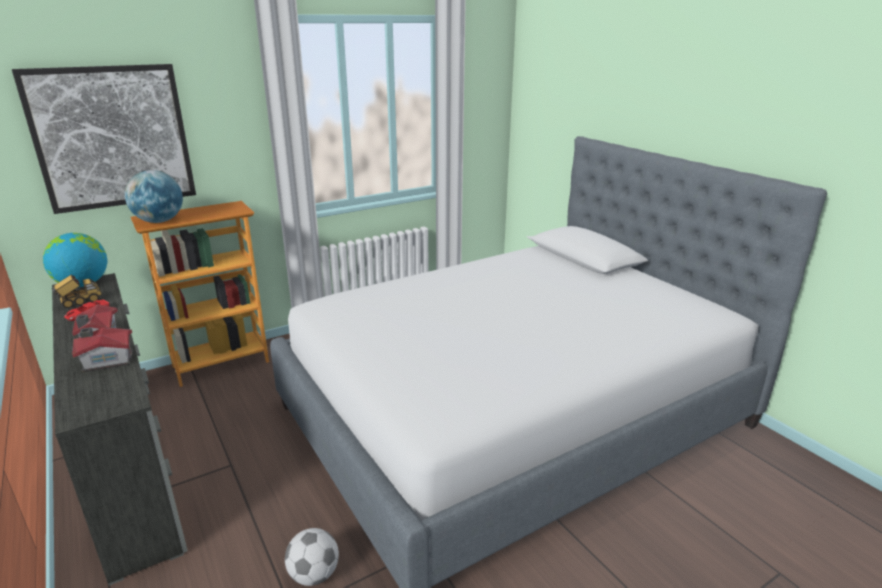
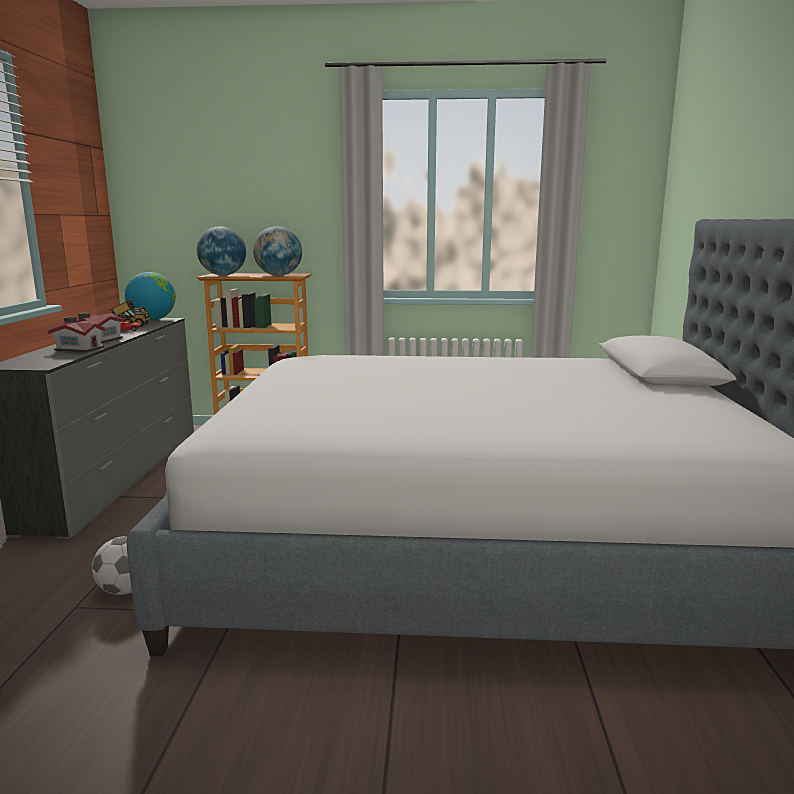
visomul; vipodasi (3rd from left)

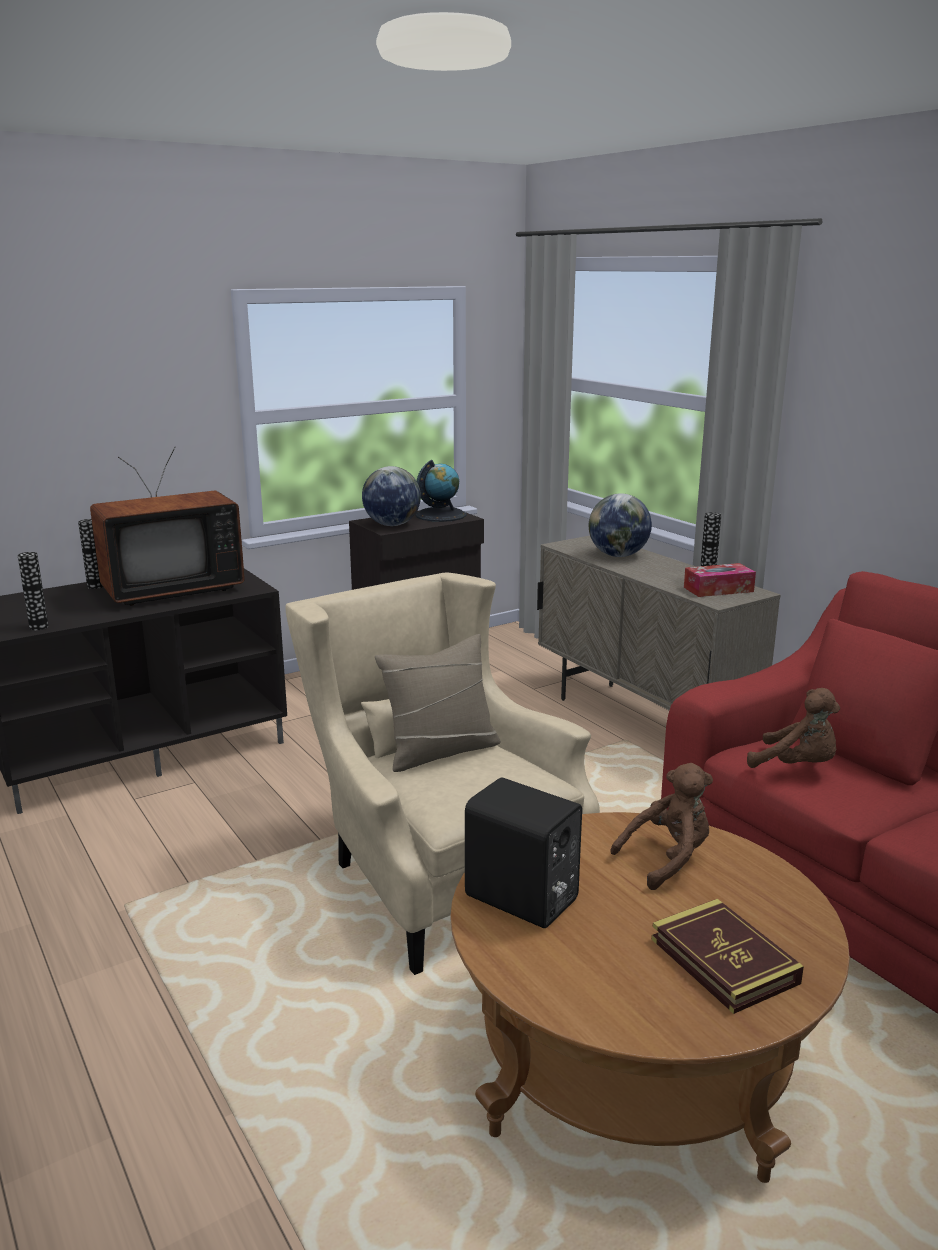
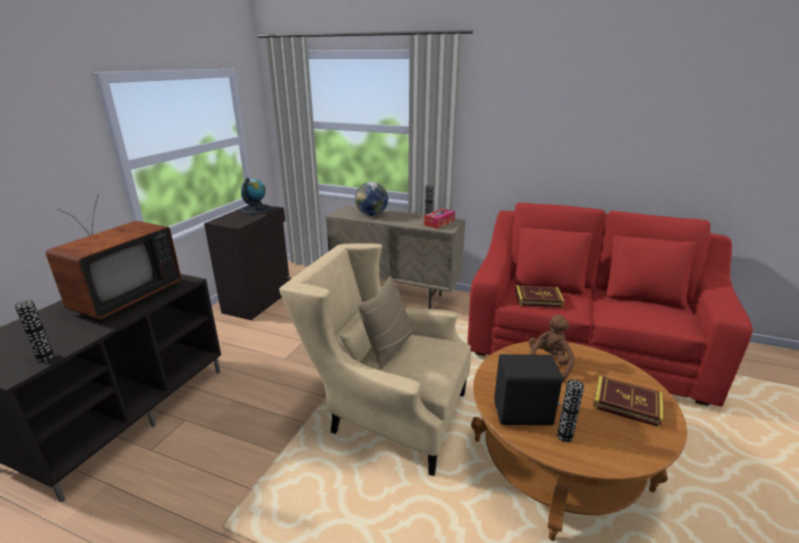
vipodasi (1st from left in the first image); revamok (3rd from left); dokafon (1st from left)

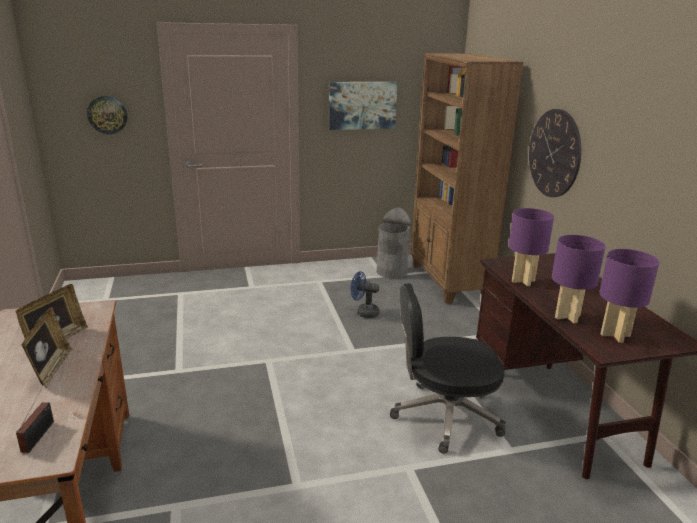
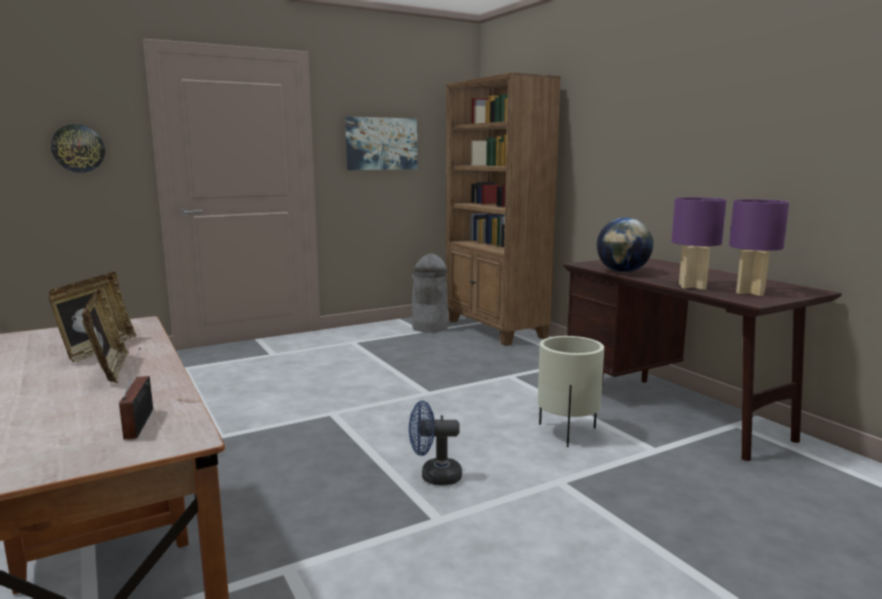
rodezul (2nd from left in the first image); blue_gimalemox; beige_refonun; vipodasi

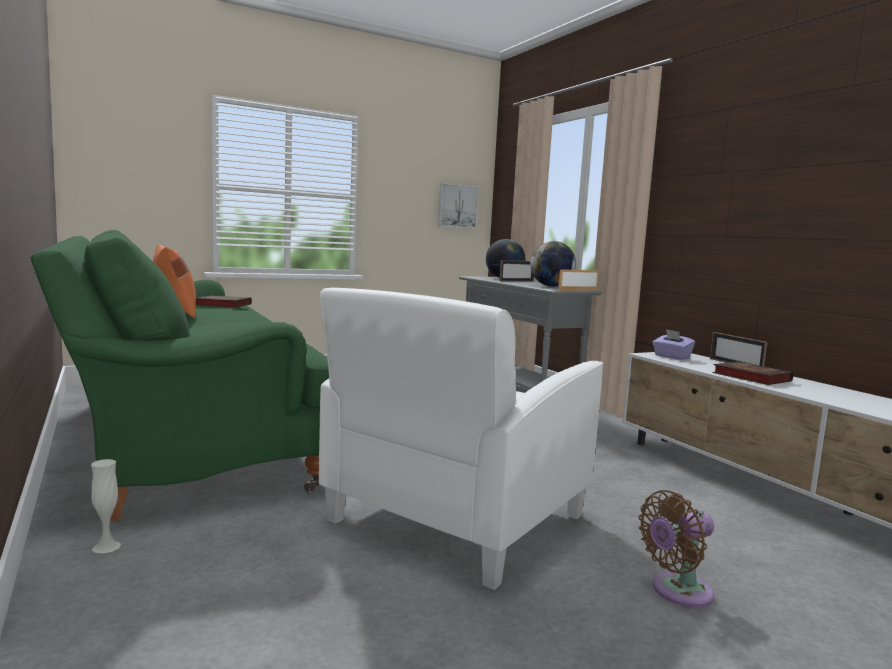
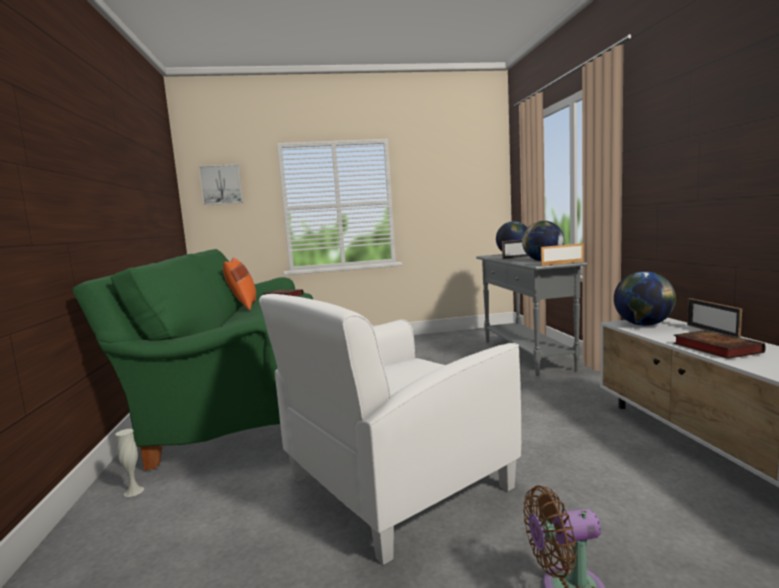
visomul; vipodasi (3rd from left)

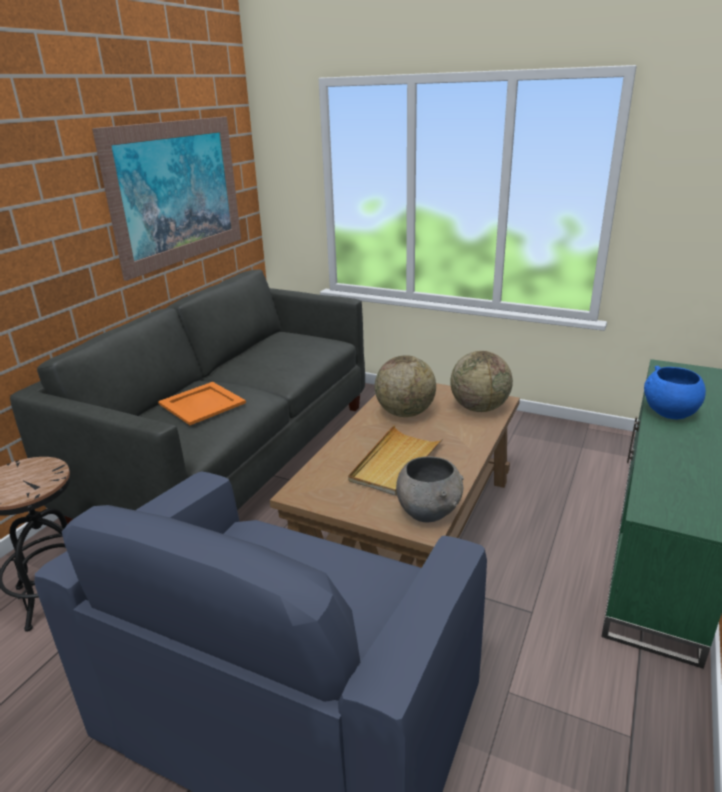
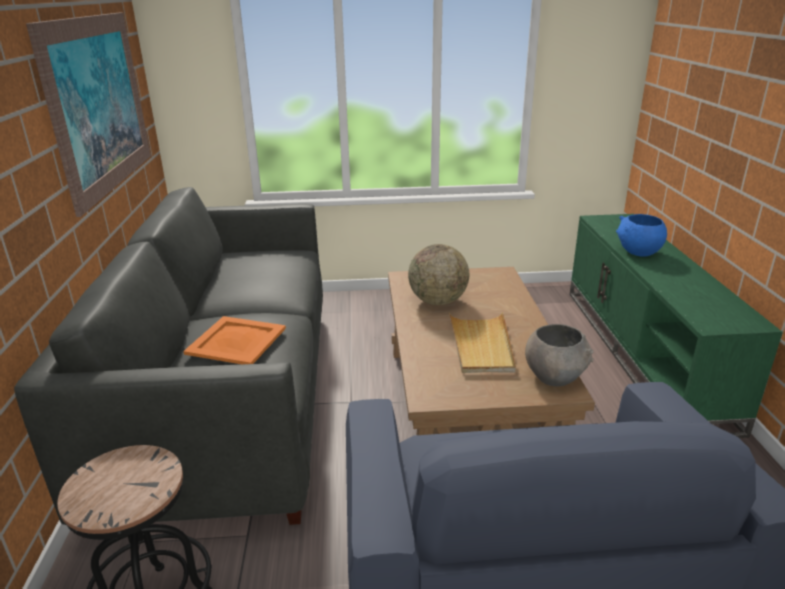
vipodasi (2nd from left in the first image)

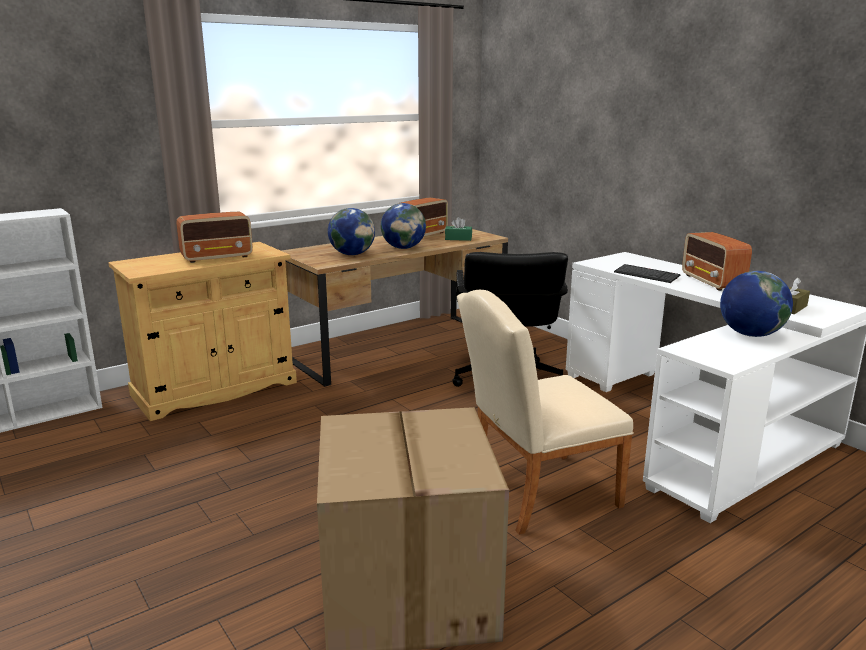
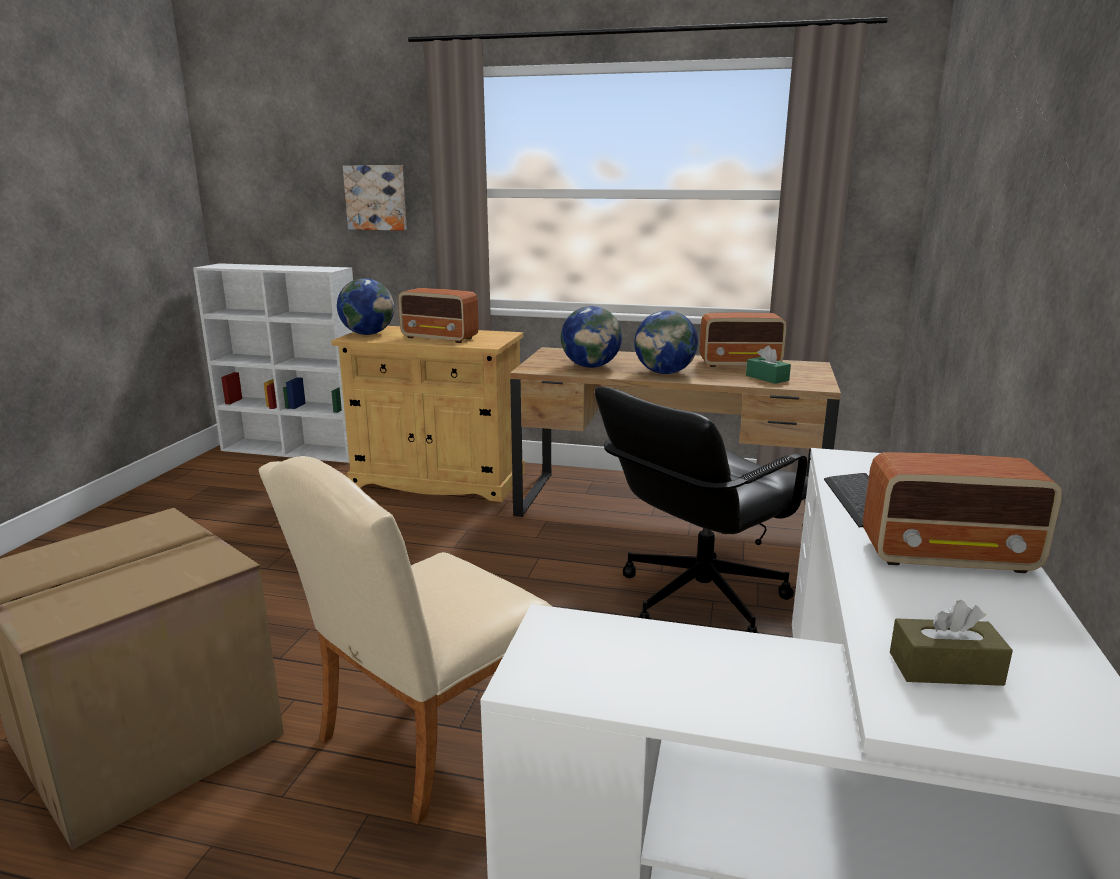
visomul; vipodasi (1st from left); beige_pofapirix; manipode (3rd from left)

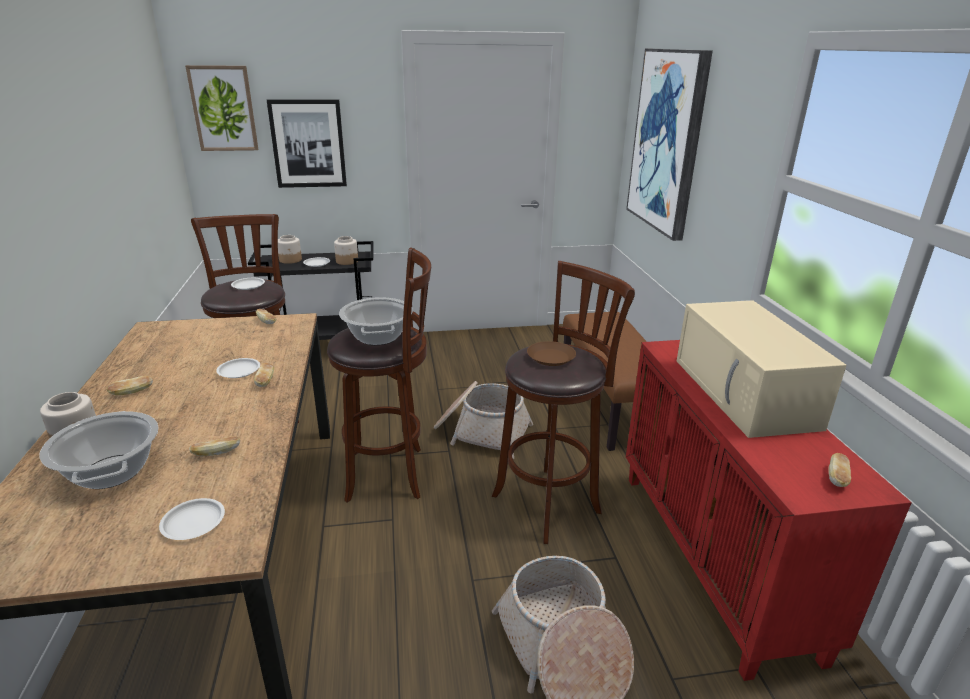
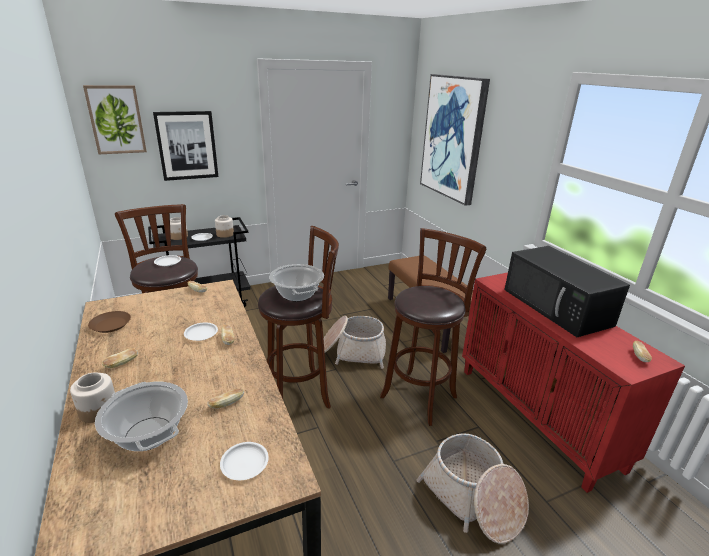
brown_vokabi; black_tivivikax

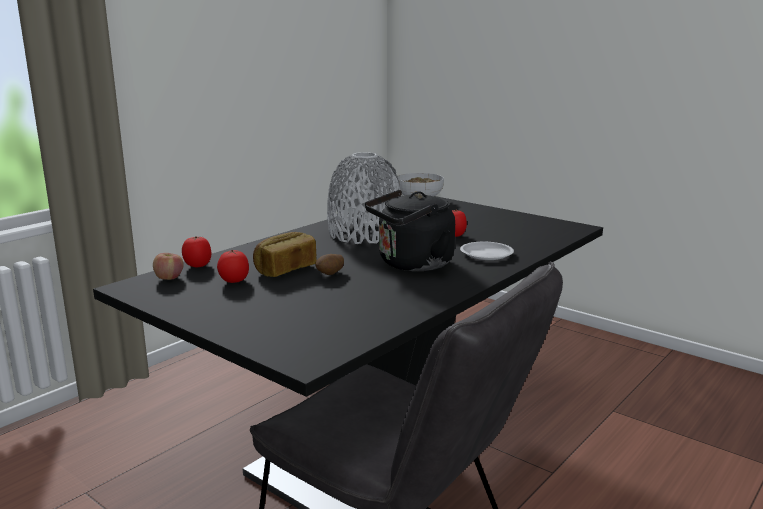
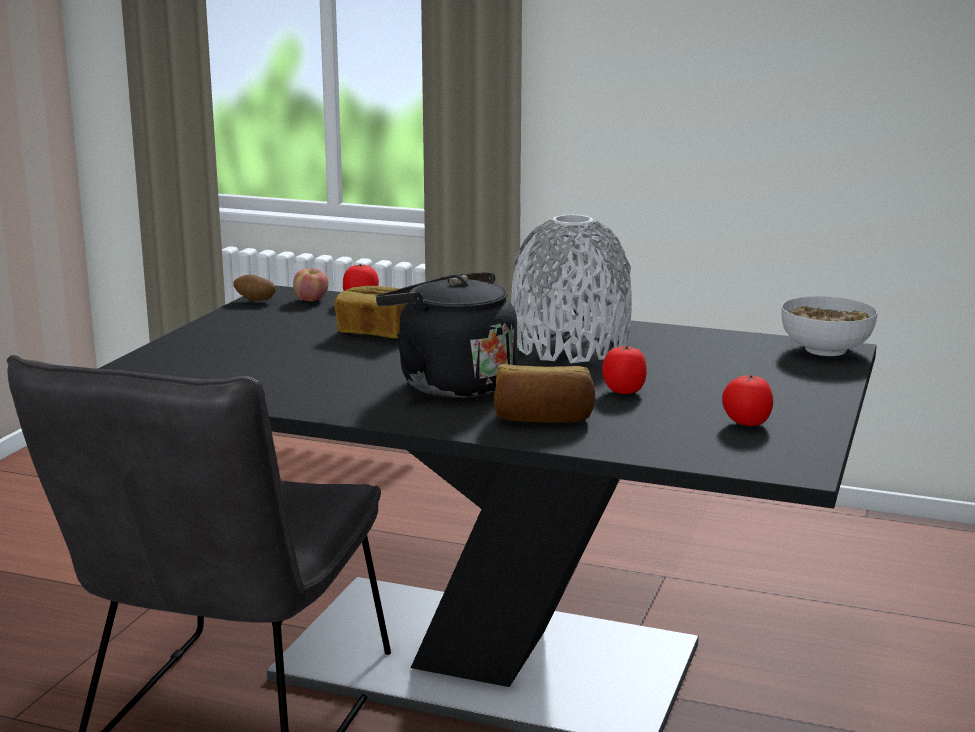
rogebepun (3rd from left); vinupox; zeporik (2nd from left)

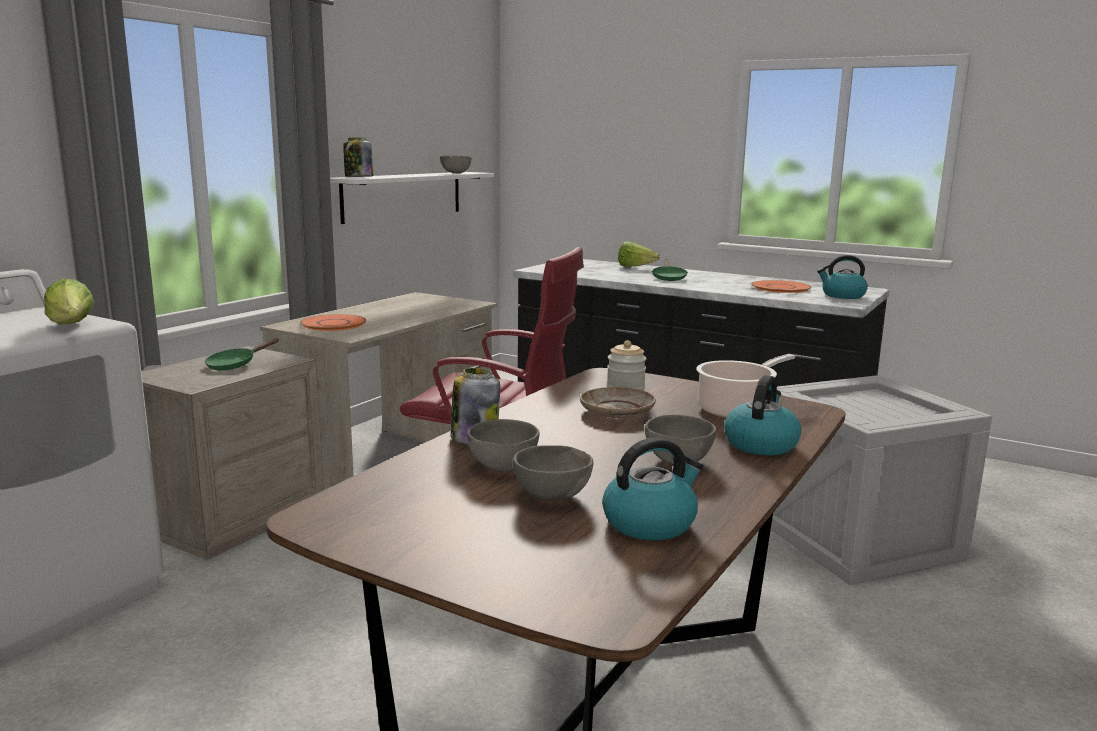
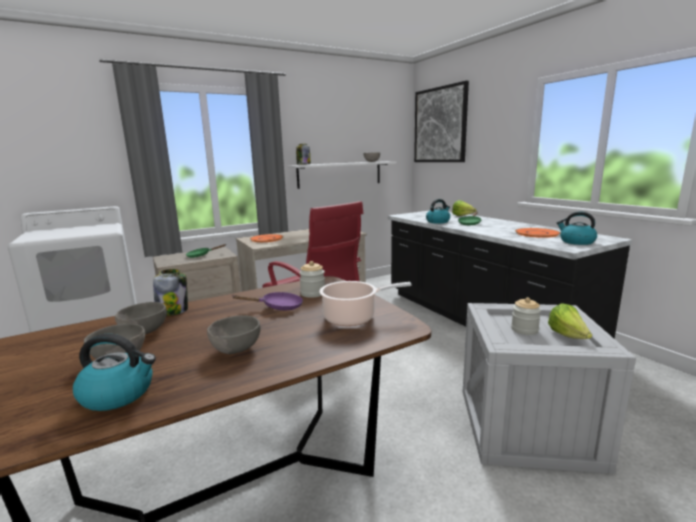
visomul; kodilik (4th from left); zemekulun (2nd from left); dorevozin (2nd from left); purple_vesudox

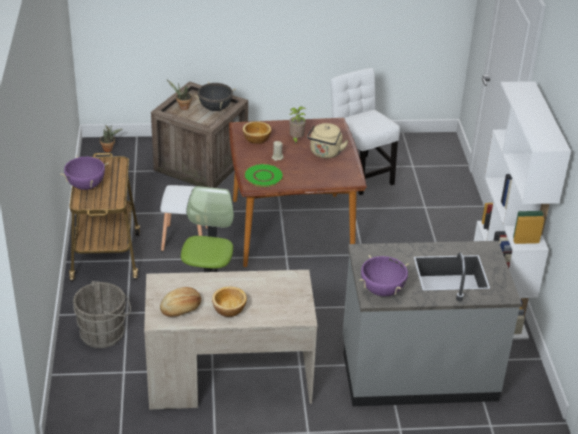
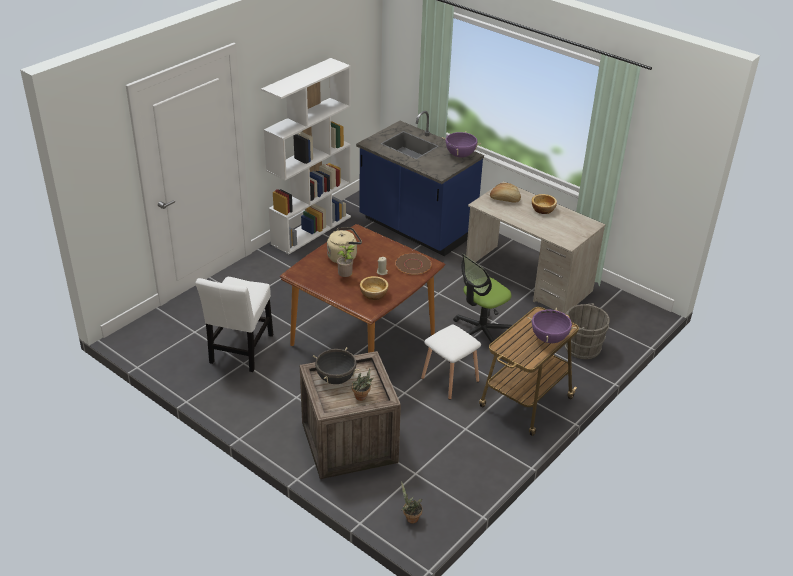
zeporik; brown_vokabi; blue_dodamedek

